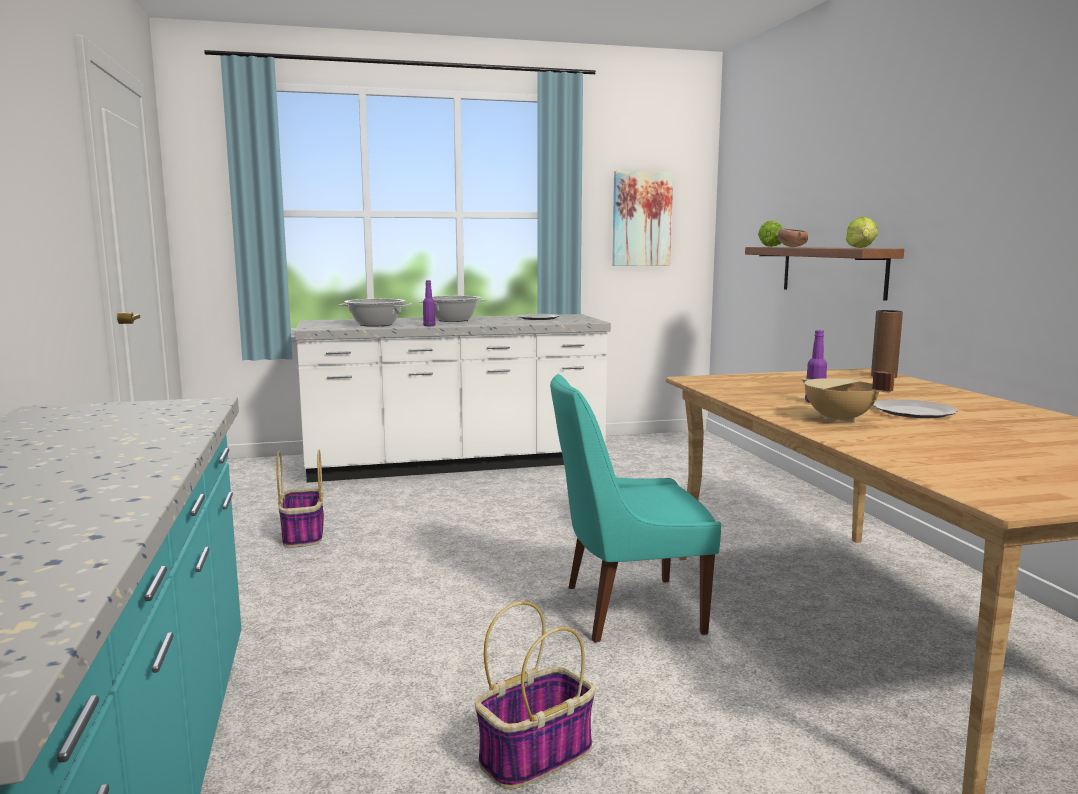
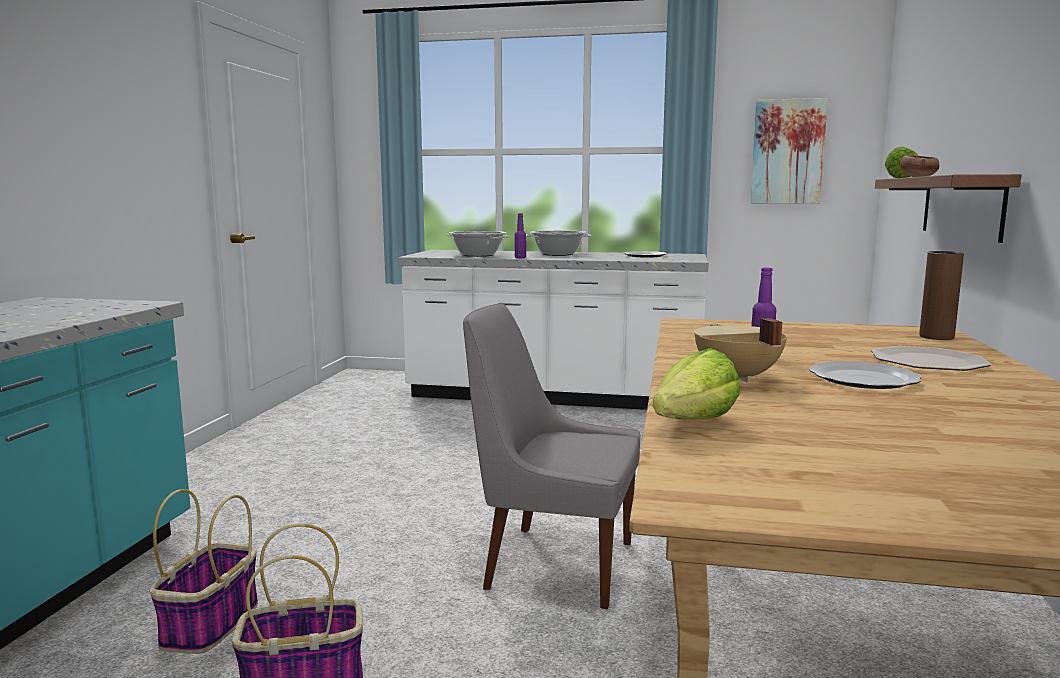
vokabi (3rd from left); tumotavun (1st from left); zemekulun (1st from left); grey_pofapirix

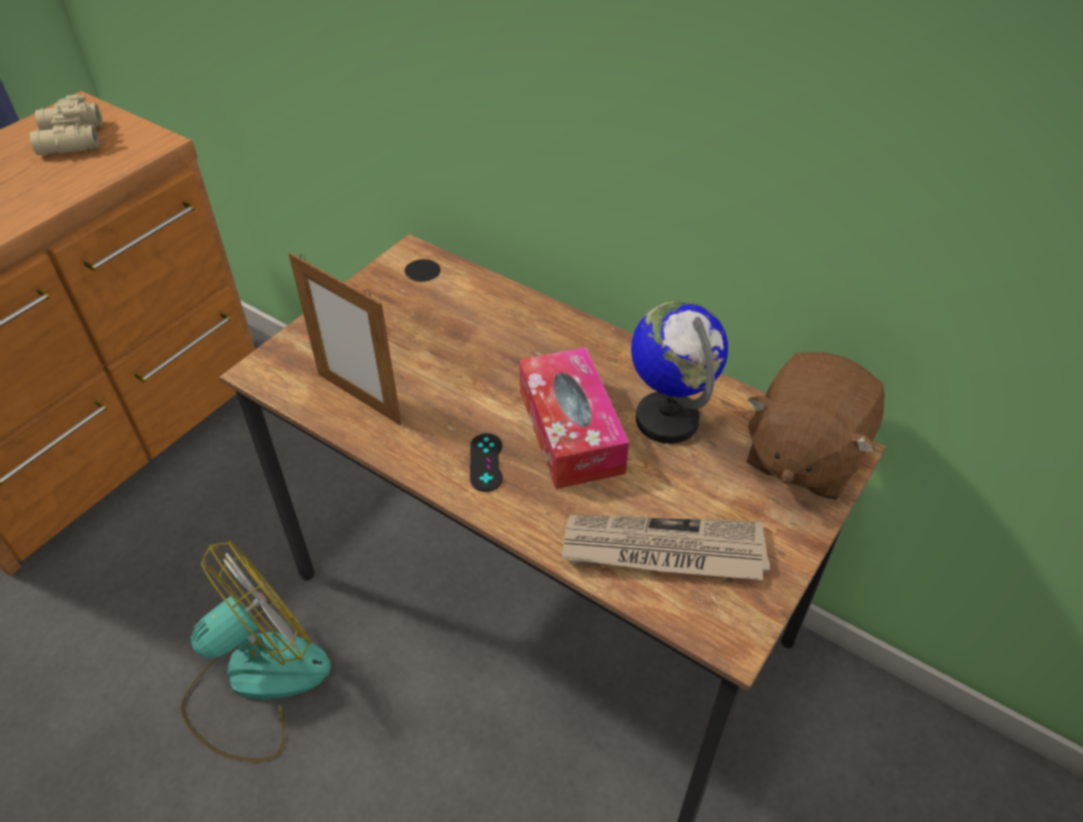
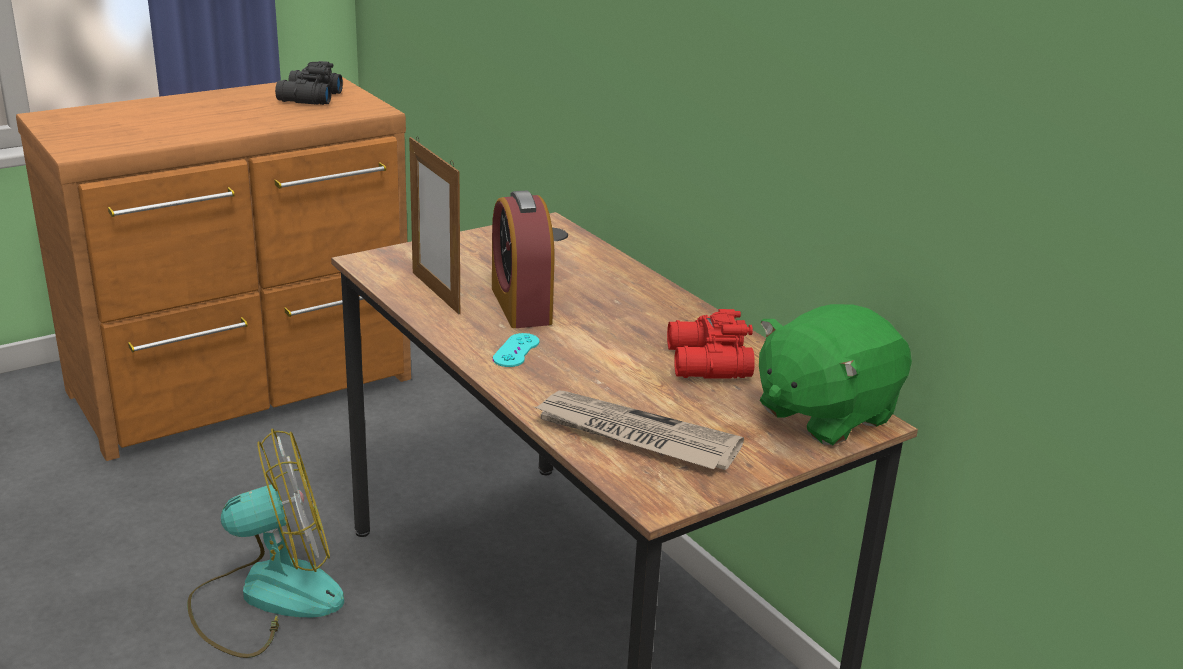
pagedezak; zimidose; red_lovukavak; black_lovukavak; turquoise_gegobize; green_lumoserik

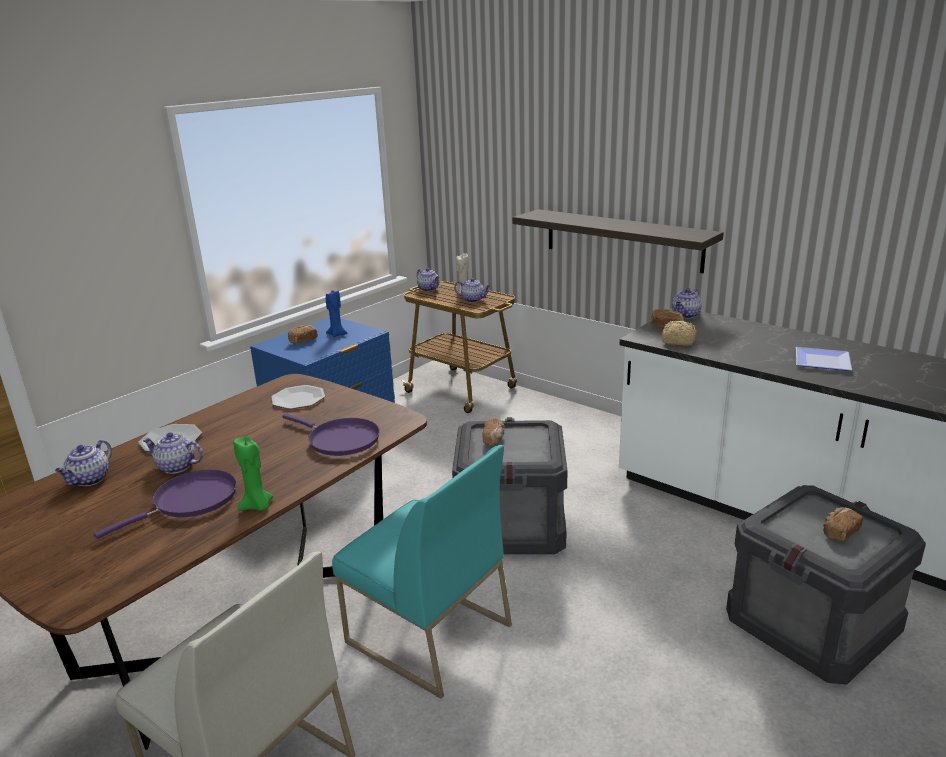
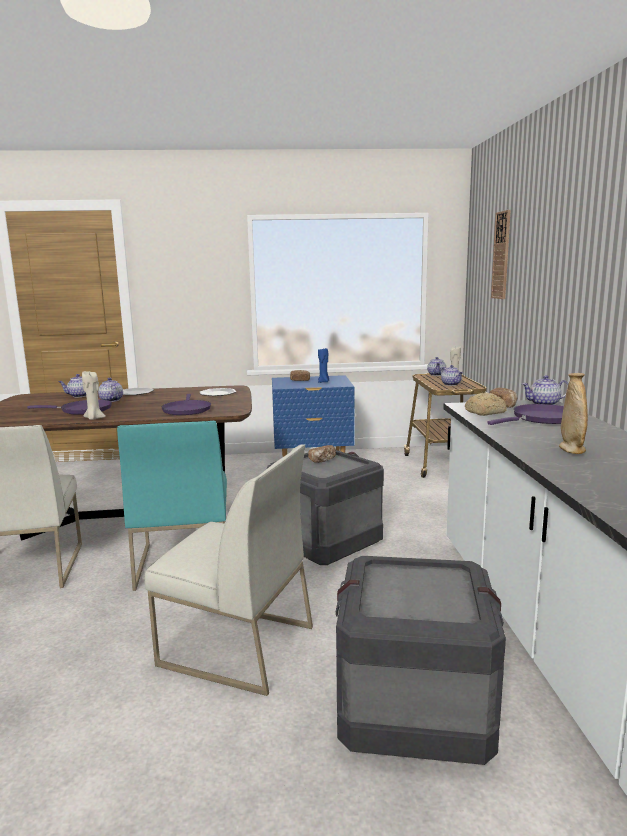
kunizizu; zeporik (5th from left in the first image); white_pofapirix (2nd from left); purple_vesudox (3rd from left); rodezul; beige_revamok; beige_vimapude (1st from left)

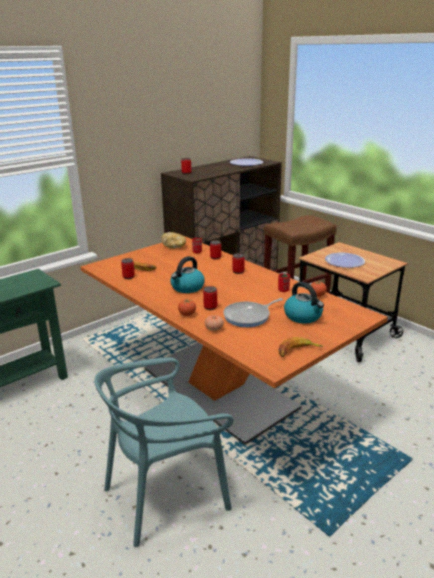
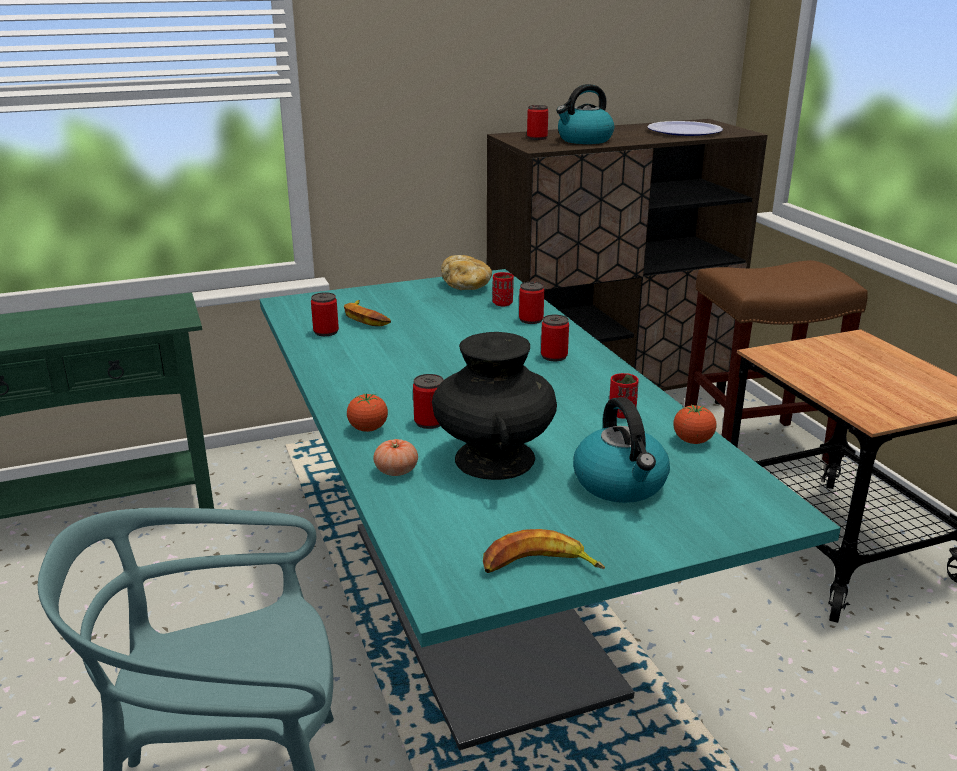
vokabi (2nd from left in the first image); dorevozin (1st from left); black_revamok; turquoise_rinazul

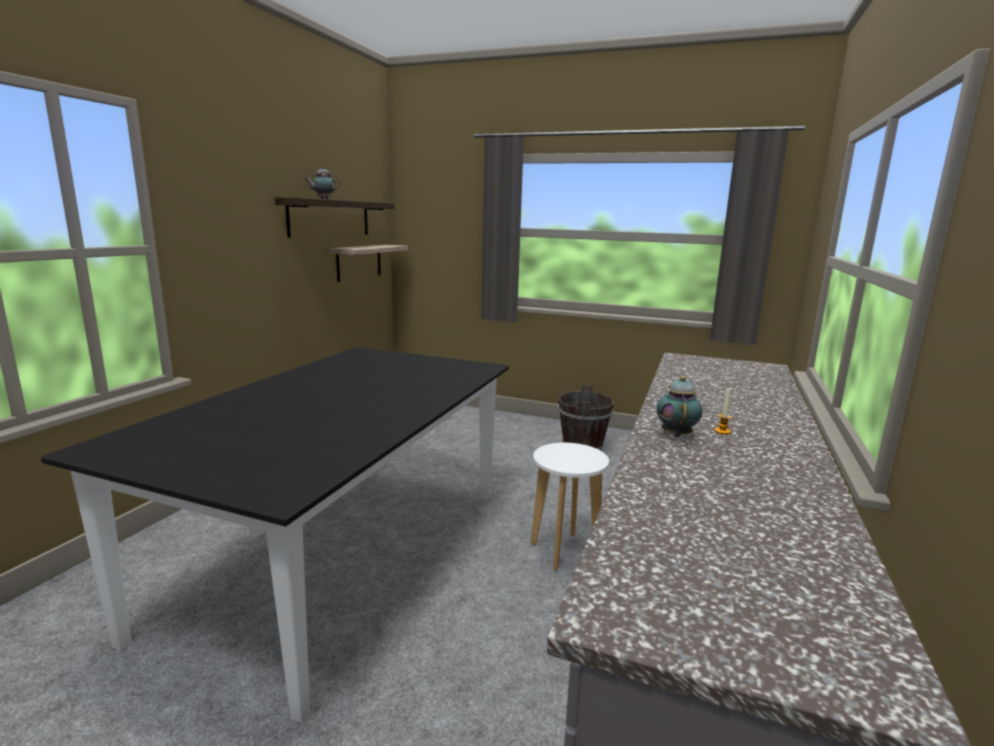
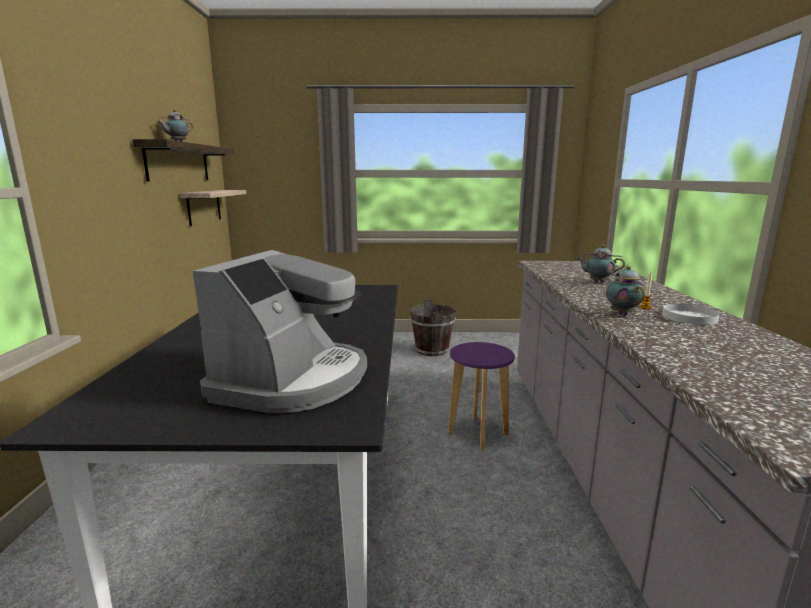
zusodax; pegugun (2nd from left); white_vokabi; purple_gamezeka

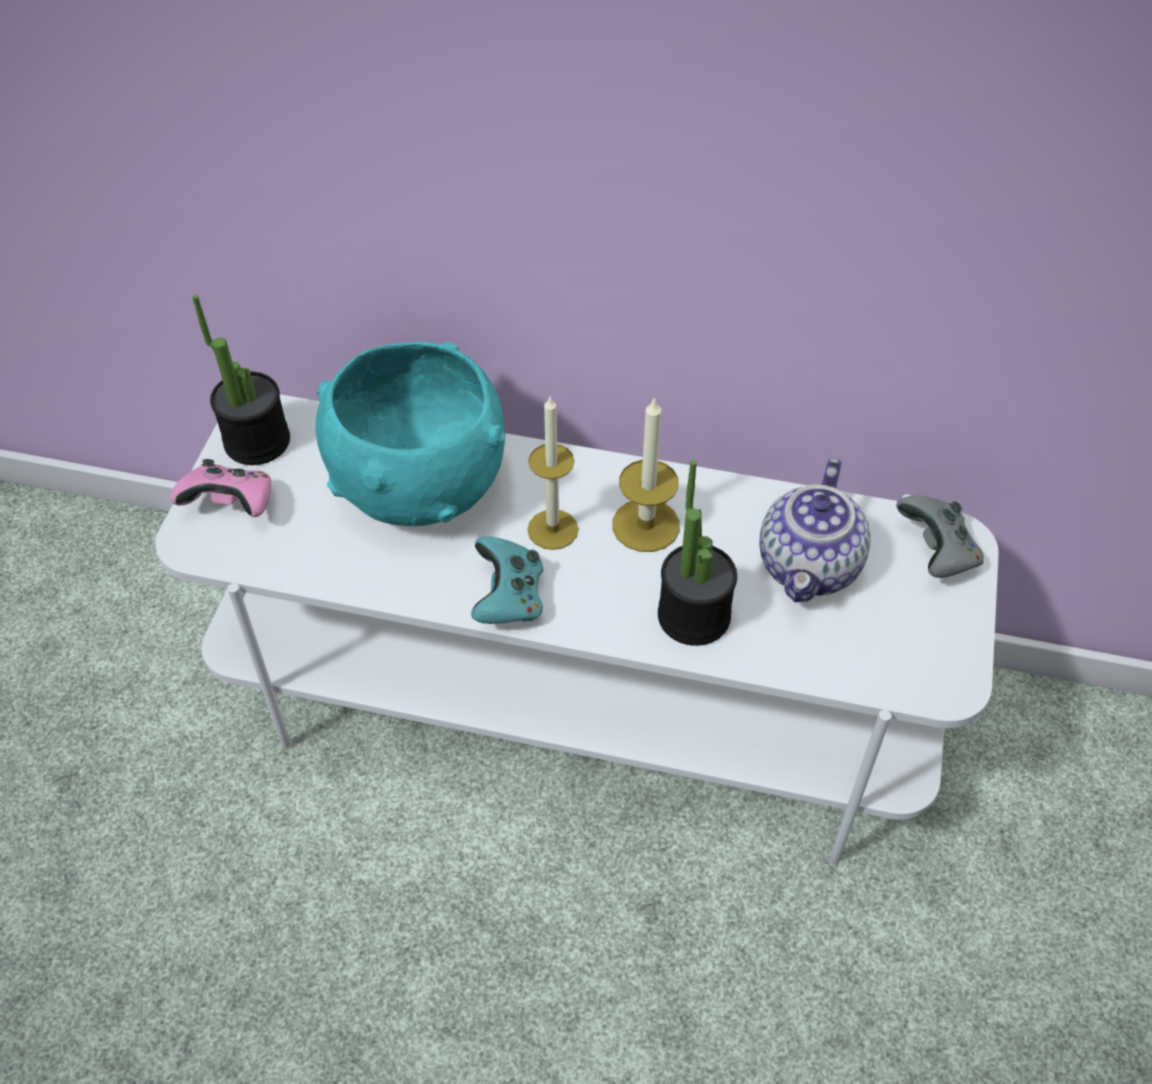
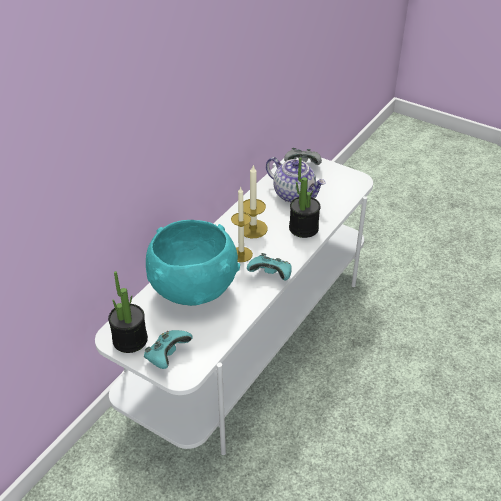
turquoise_gegobize (1st from left)

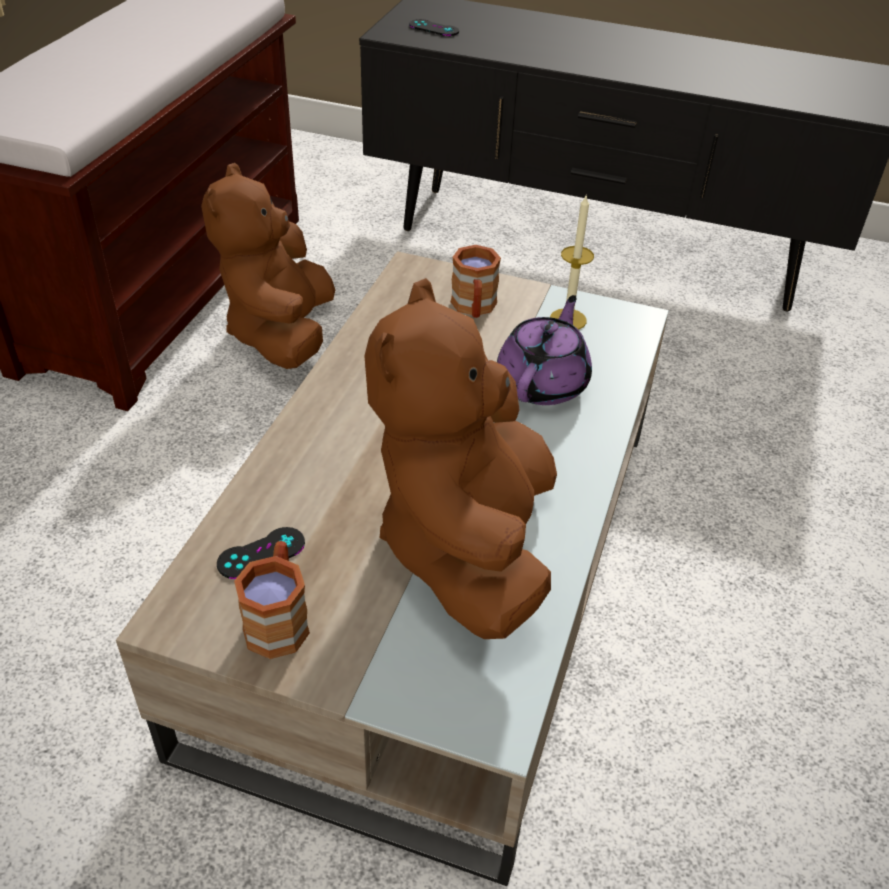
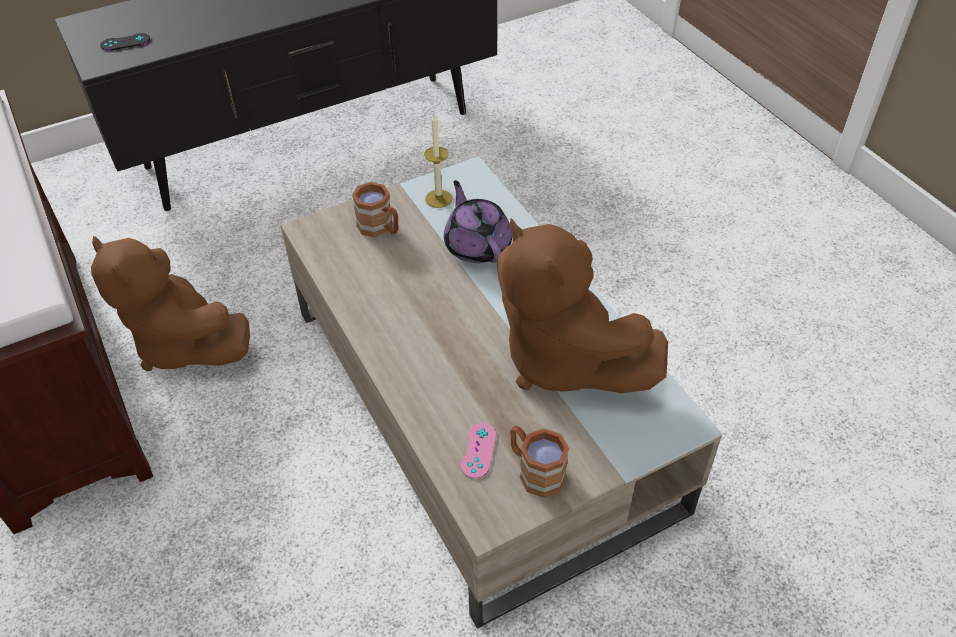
pink_gegobize

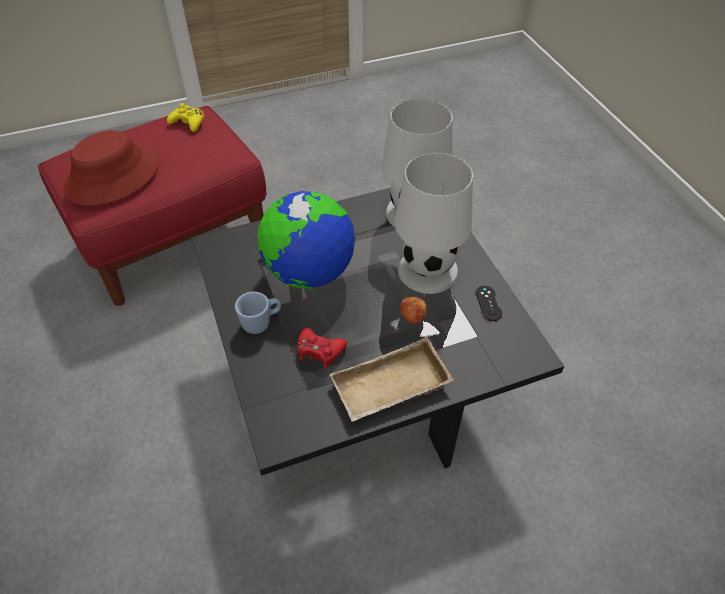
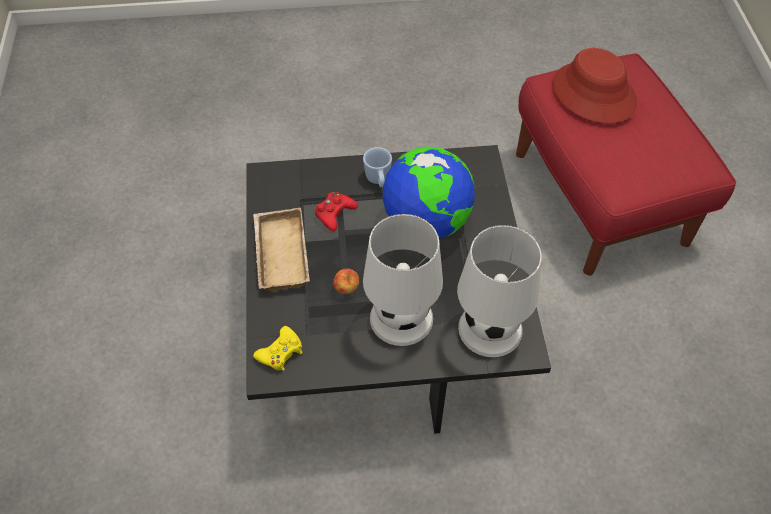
black_gegobize; yellow_gegobize

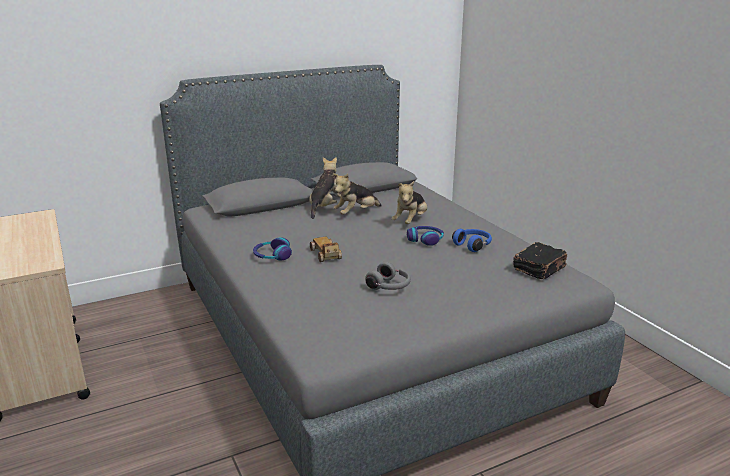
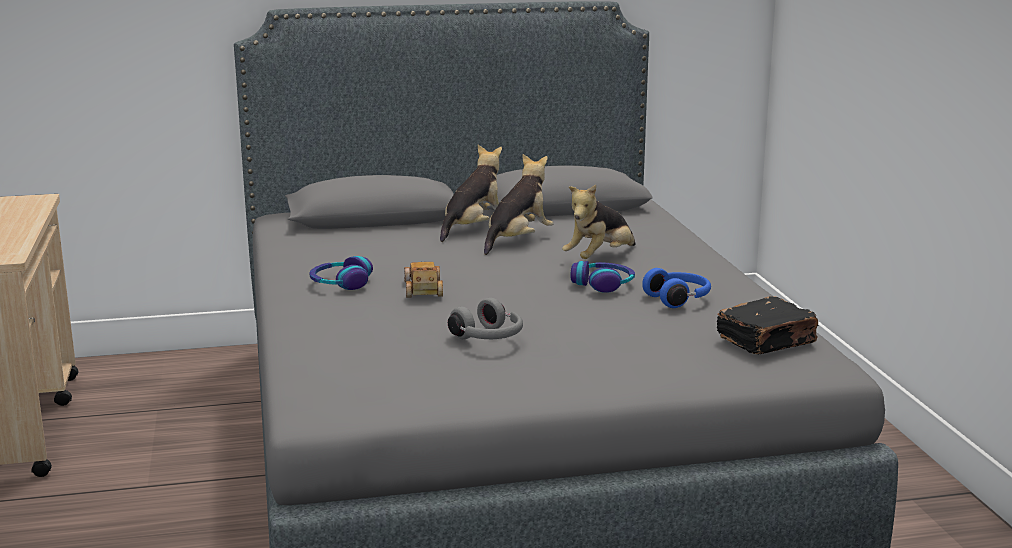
lumoserik (2nd from left)

